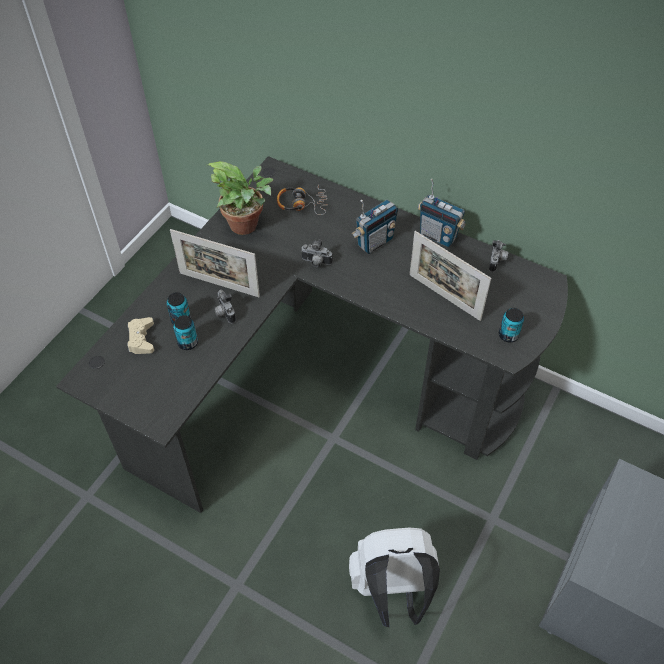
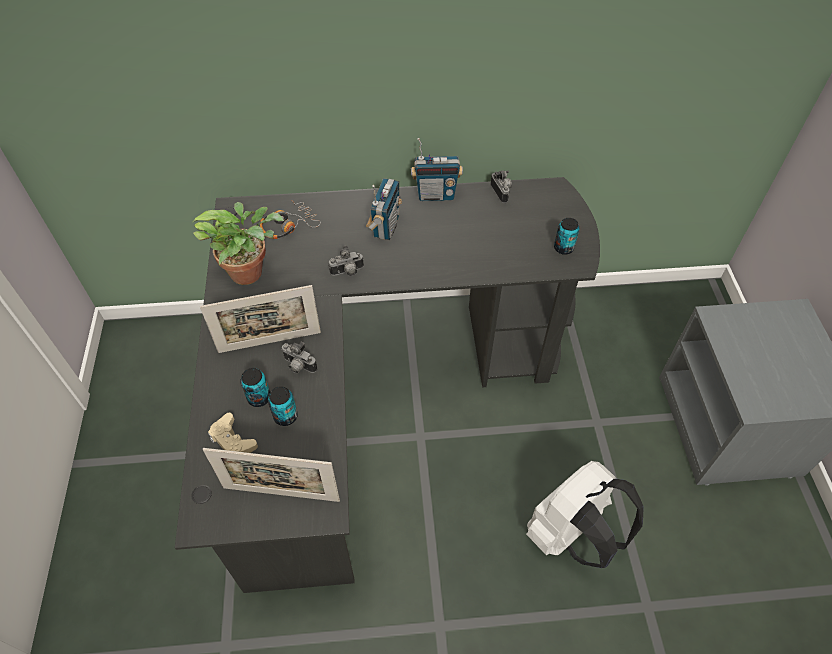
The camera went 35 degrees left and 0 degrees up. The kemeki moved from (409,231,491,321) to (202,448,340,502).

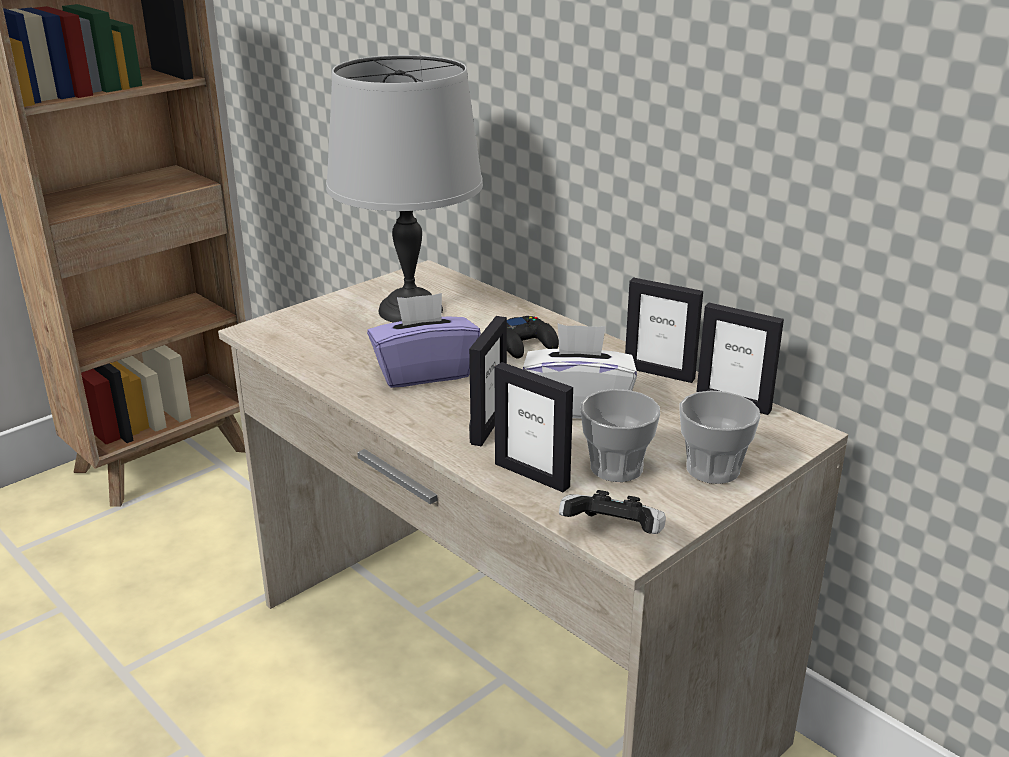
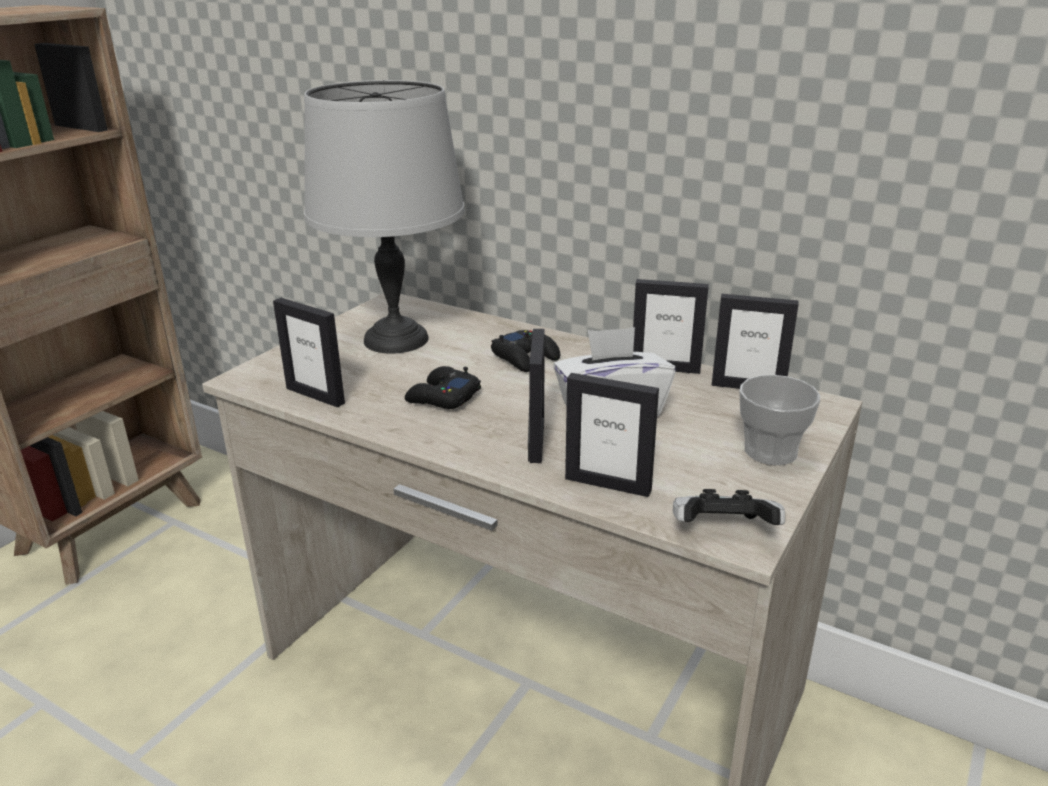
The camera went 15 degrees left and 0 degrees up. The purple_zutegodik at (367,293,481,388) was replaced by the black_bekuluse at (405,366,481,409). The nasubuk at (581,389,660,482) disappeared. The kemeki at (273,298,345,408) appeared.

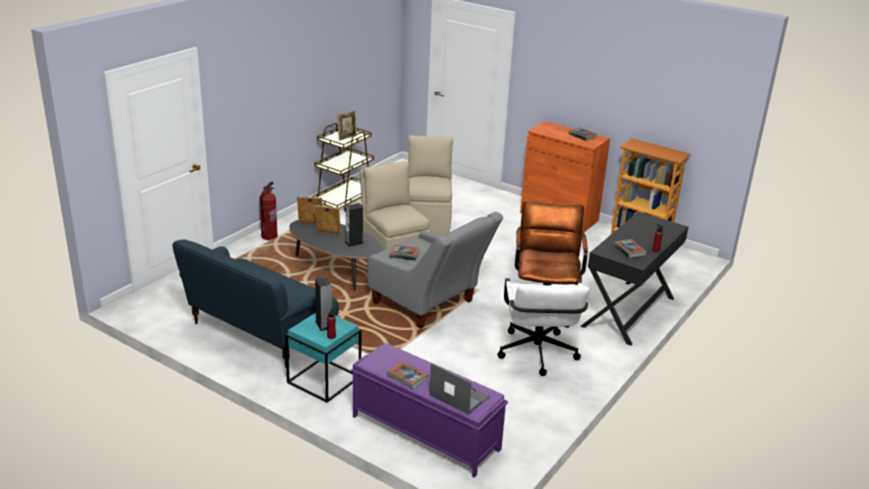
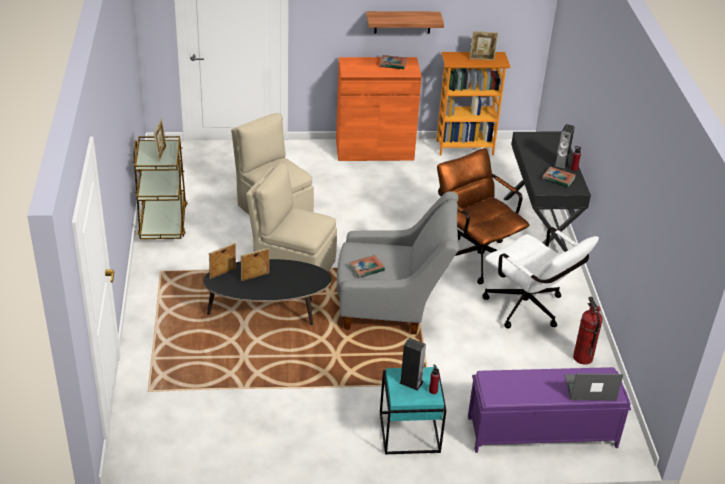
The camera went 40 degrees left and 10 degrees up. The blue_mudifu at (172,240,339,368) disappeared. The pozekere moved from (259,181,277,240) to (573,296,603,365). The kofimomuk moved from (345,203,364,247) to (554,124,575,171). The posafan at (387,361,428,389) disappeared. The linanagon at (366,11,444,34) appeared. The kemeki at (470,31,498,60) appeared.

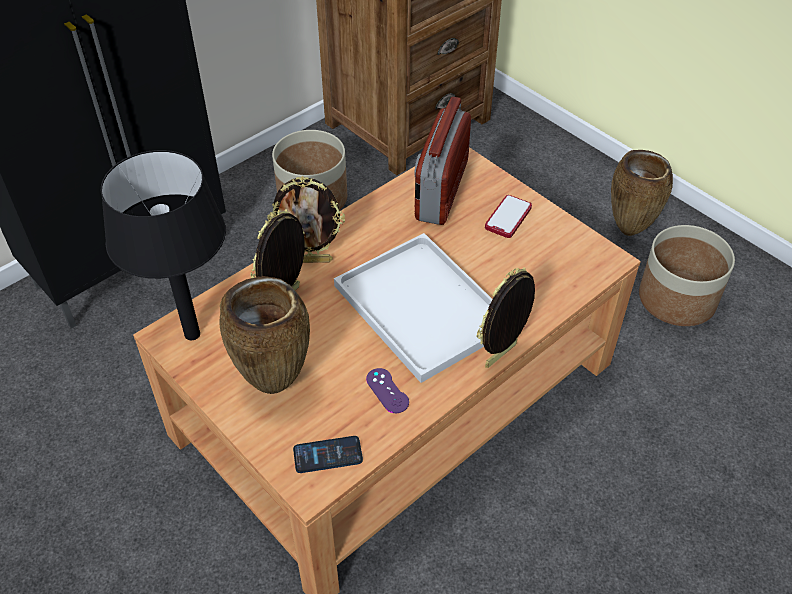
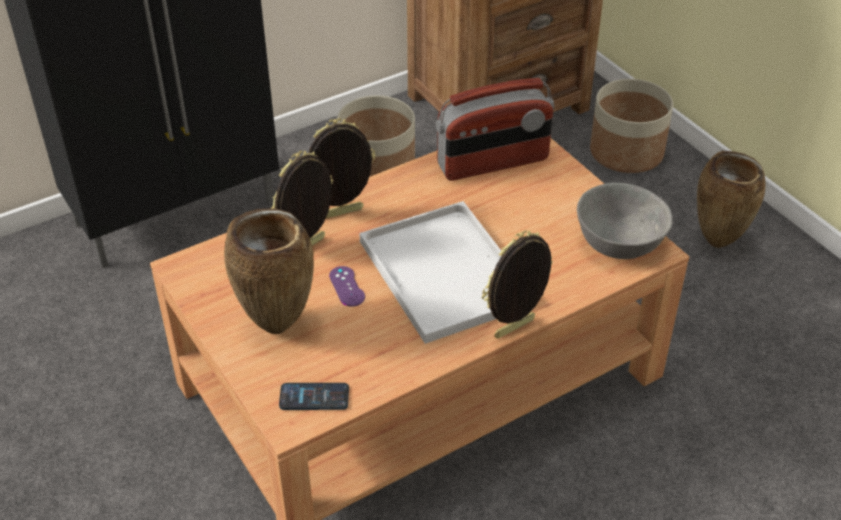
The camera went 10 degrees right and 5 degrees down. The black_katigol at (101,150,226,340) disappeared. The kemeki at (268,176,345,263) turned 150 degrees clockwise. The purple_bekuluse moved from (366,368,409,413) to (329,266,365,307). The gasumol at (415,97,471,225) turned 135 degrees counterclockwise. The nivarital at (485,195,532,238) disappeared. The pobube moved from (639,225,735,326) to (590,79,673,173). The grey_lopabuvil at (577,183,673,259) appeared.

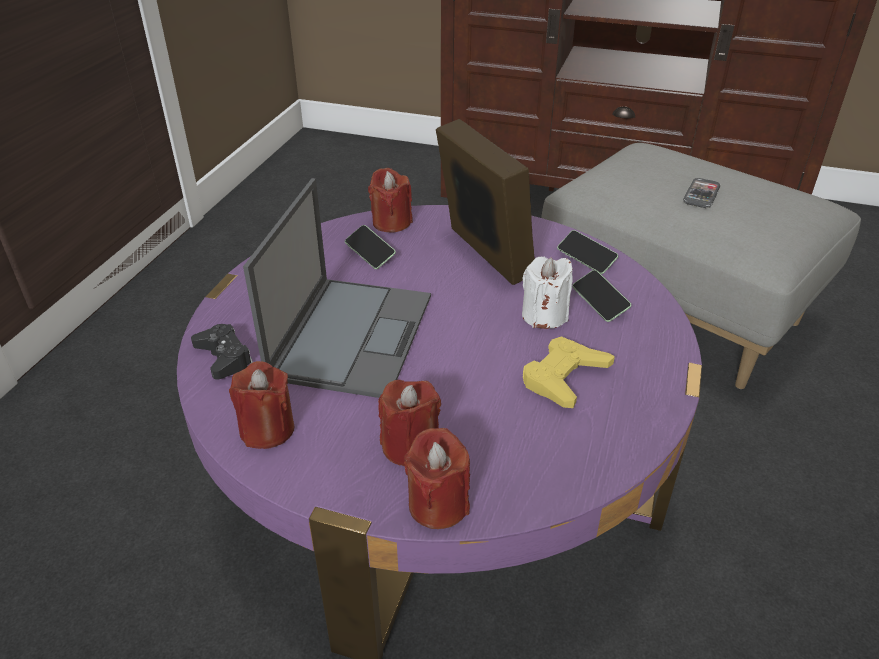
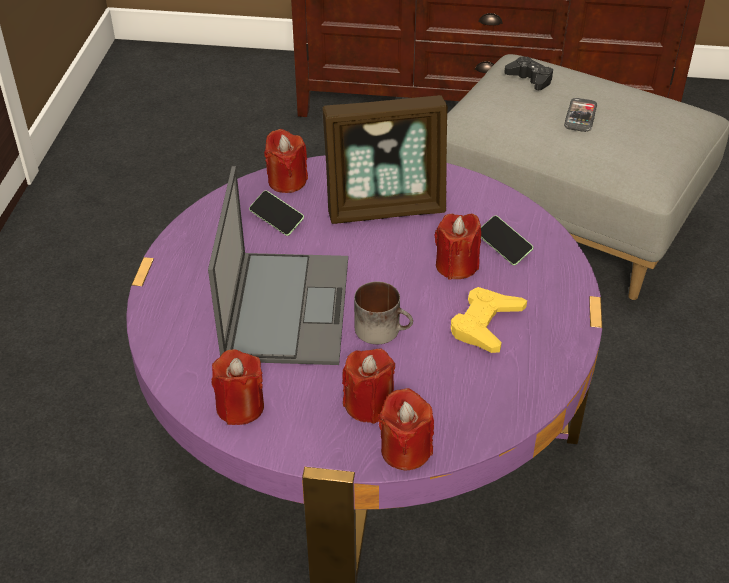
The camera went 10 degrees left and 5 degrees up. The black_bekuluse moved from (191,324,253,380) to (504,56,553,90). The kemeki at (436,119,535,285) turned 120 degrees clockwise. The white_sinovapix at (522,257,572,329) became the red_sinovapix at (434,213,481,280). The nivarital at (557,230,618,274) disappeared. The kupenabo at (354,281,413,344) appeared.

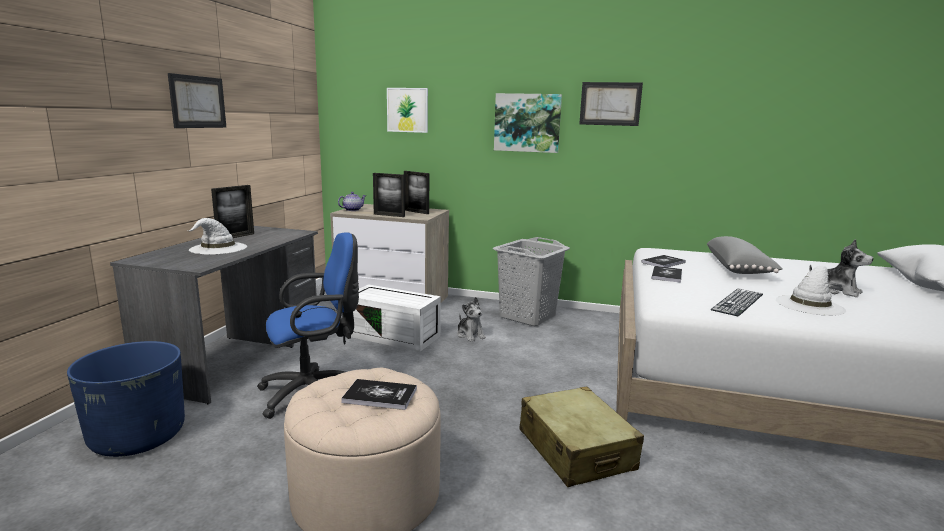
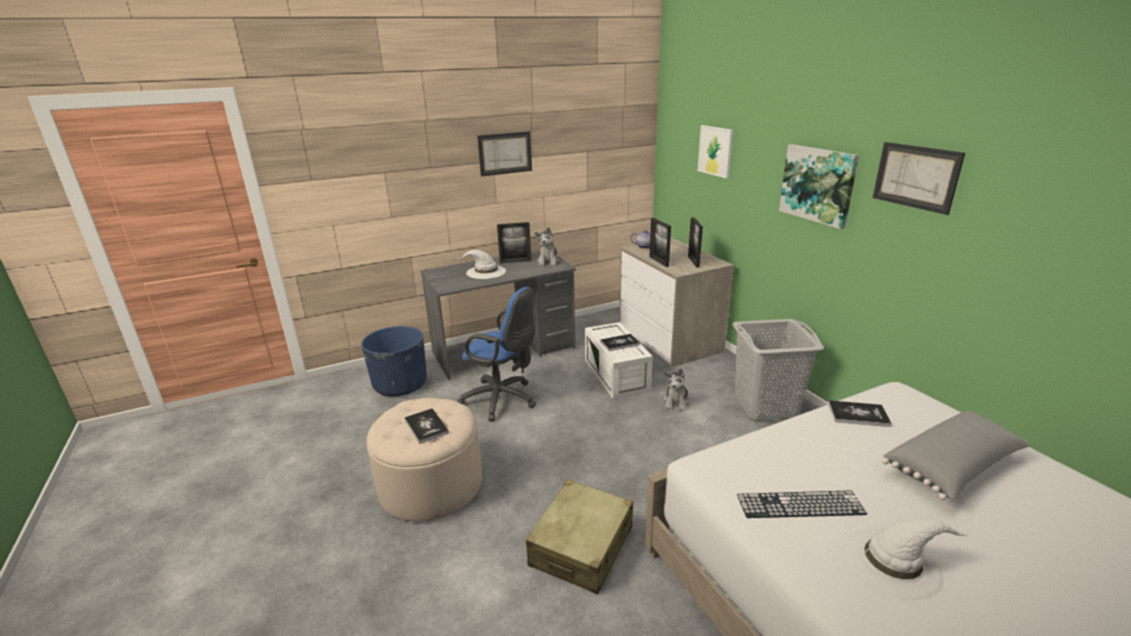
The camera went 50 degrees right and 10 degrees up. The posafan moved from (652,266,682,283) to (600,334,640,351). The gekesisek moved from (809,239,873,297) to (535,227,560,266).

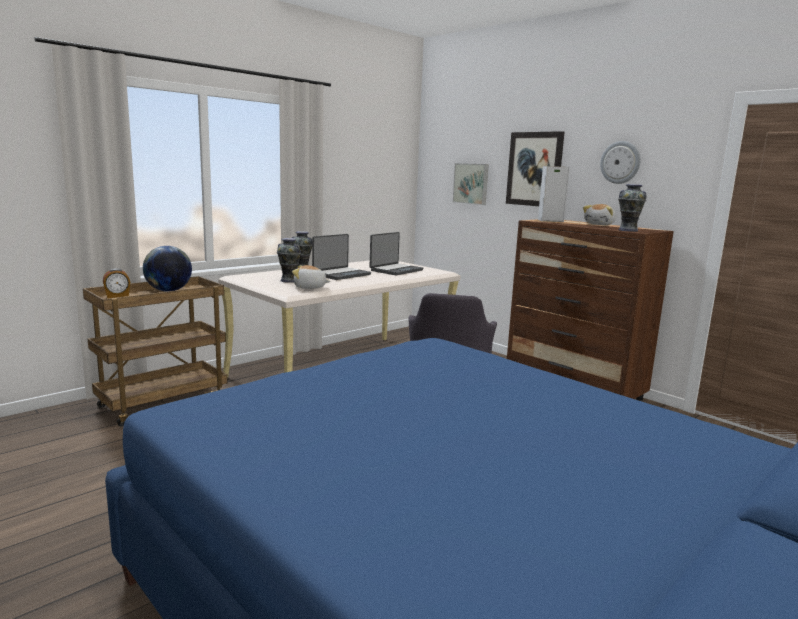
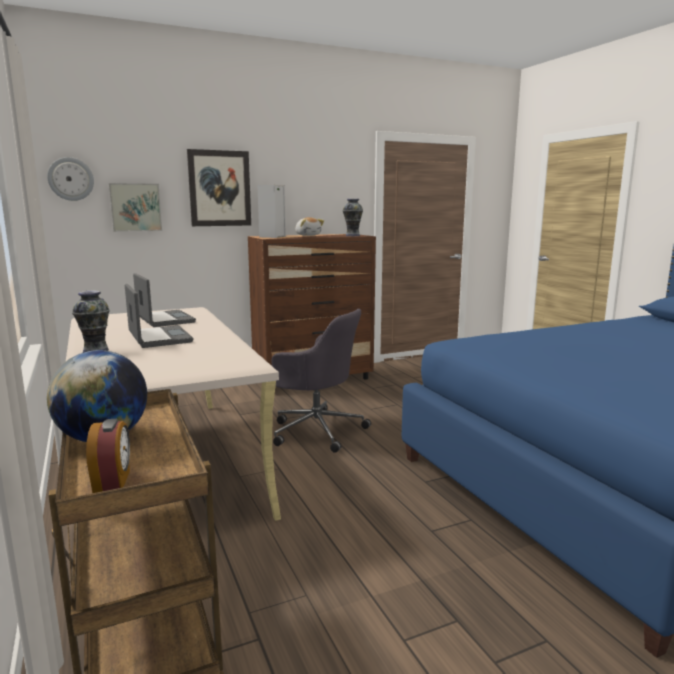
The camera went 70 degrees left and 0 degrees up. The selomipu at (277,238,301,283) disappeared. The gekesisek at (292,265,331,289) disappeared. The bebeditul moved from (600,141,641,184) to (47,157,94,201).

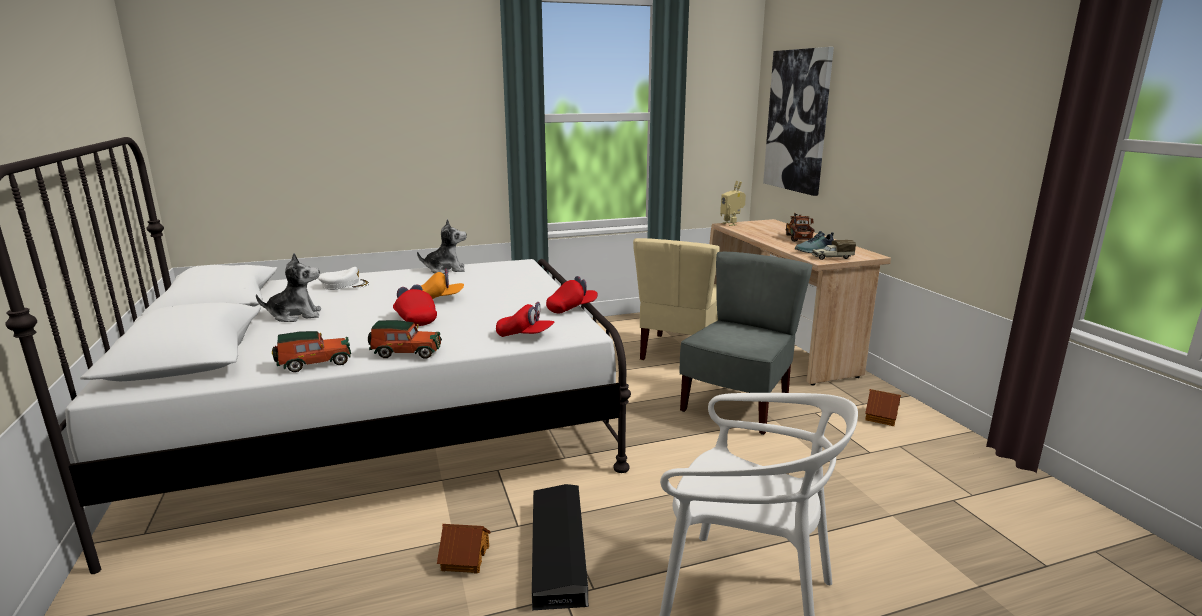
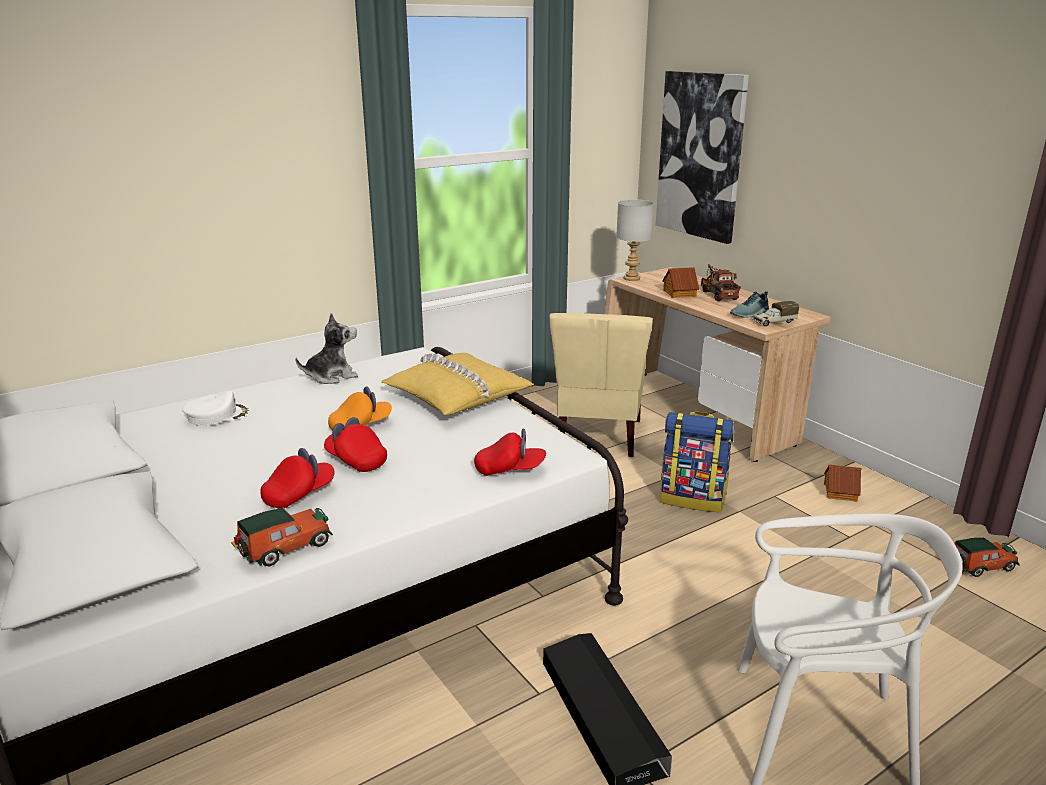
The camera went 15 degrees left and 5 degrees up. The gekesisek at (256,253,321,322) disappeared. The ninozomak moved from (368,320,442,359) to (954,537,1020,577). The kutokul moved from (437,524,491,574) to (662,267,699,298). The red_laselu moved from (546,276,598,314) to (260,448,334,508). The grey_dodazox at (680,252,812,435) was replaced by the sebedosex at (660,411,734,512). The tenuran at (720,181,746,226) was replaced by the grey_katigol at (616,199,654,281). The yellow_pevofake at (381,353,534,415) appeared.

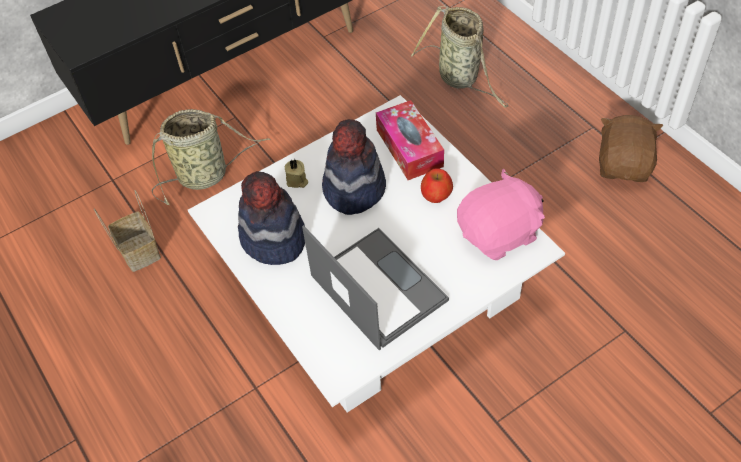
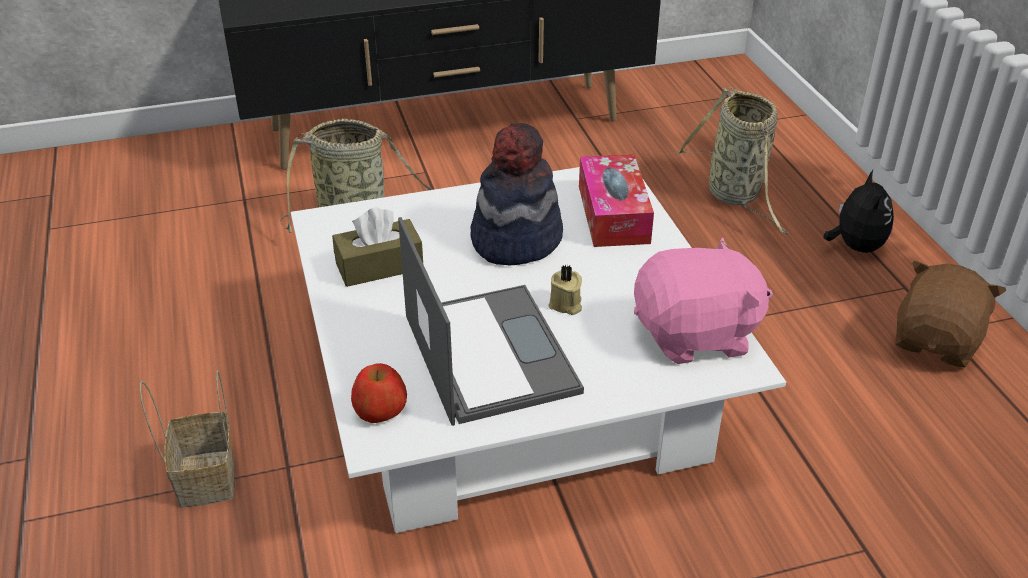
The camera went 15 degrees right and 15 degrees down. The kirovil moved from (94,190,161,272) to (140,370,235,508). The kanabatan at (238,171,305,265) was replaced by the brown_zutegodik at (332,207,423,287). The beige_sinovapix moved from (285,159,308,188) to (549,265,582,315). The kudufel moved from (421,168,453,203) to (351,363,407,423). The gekesisek at (823,170,894,253) appeared.

